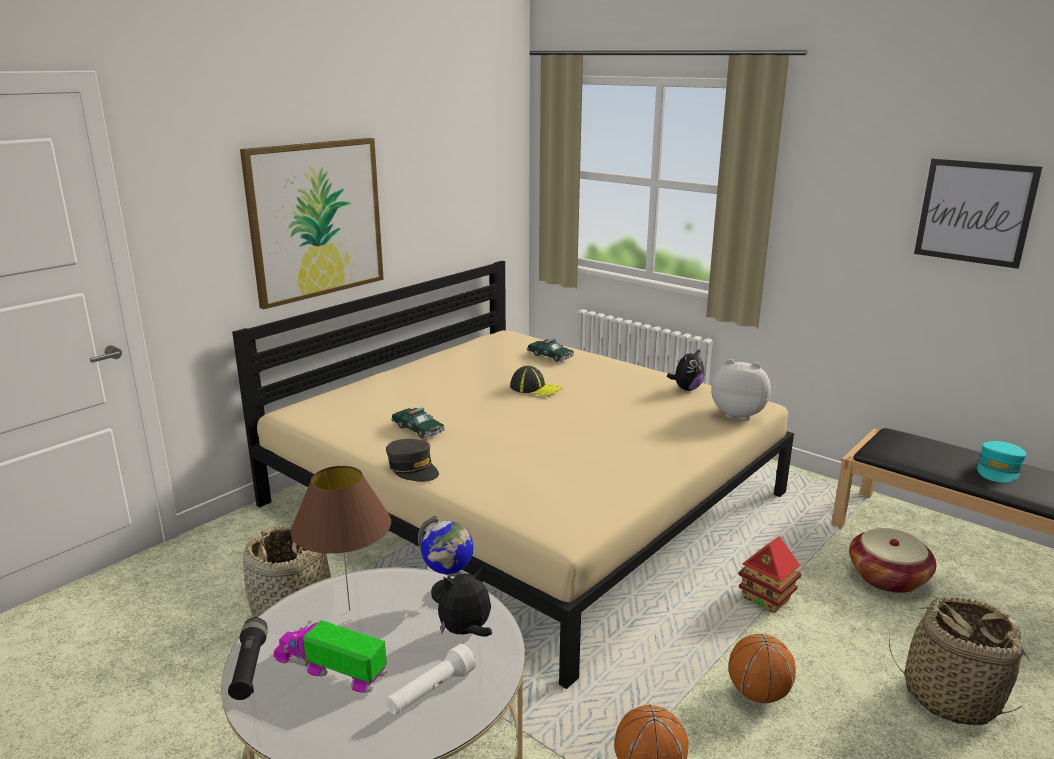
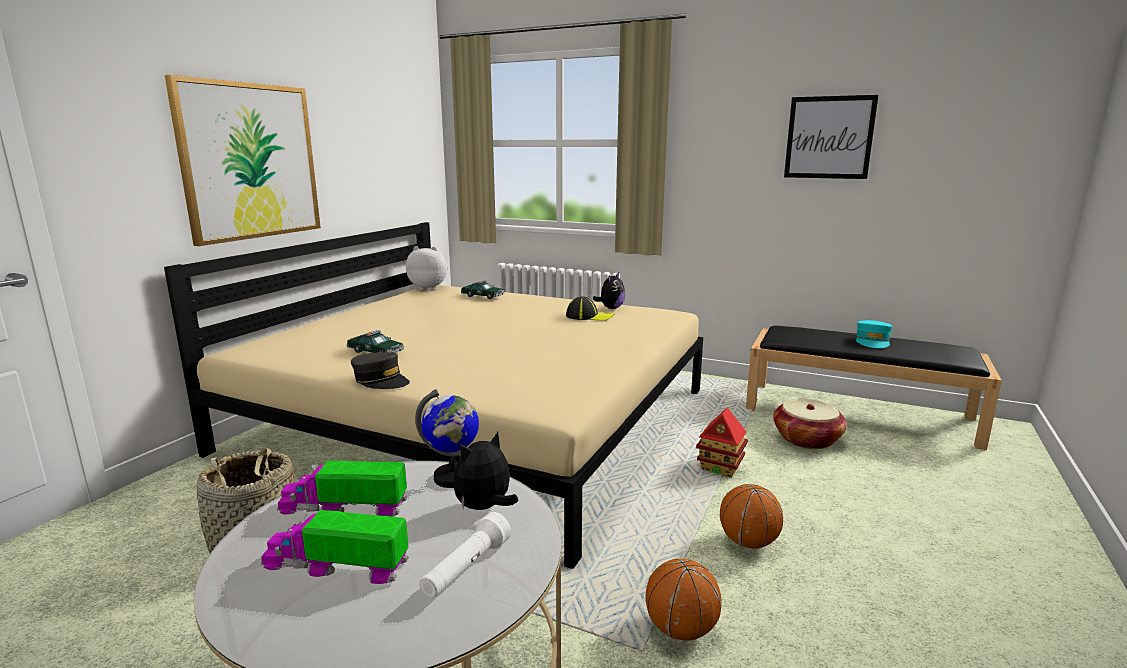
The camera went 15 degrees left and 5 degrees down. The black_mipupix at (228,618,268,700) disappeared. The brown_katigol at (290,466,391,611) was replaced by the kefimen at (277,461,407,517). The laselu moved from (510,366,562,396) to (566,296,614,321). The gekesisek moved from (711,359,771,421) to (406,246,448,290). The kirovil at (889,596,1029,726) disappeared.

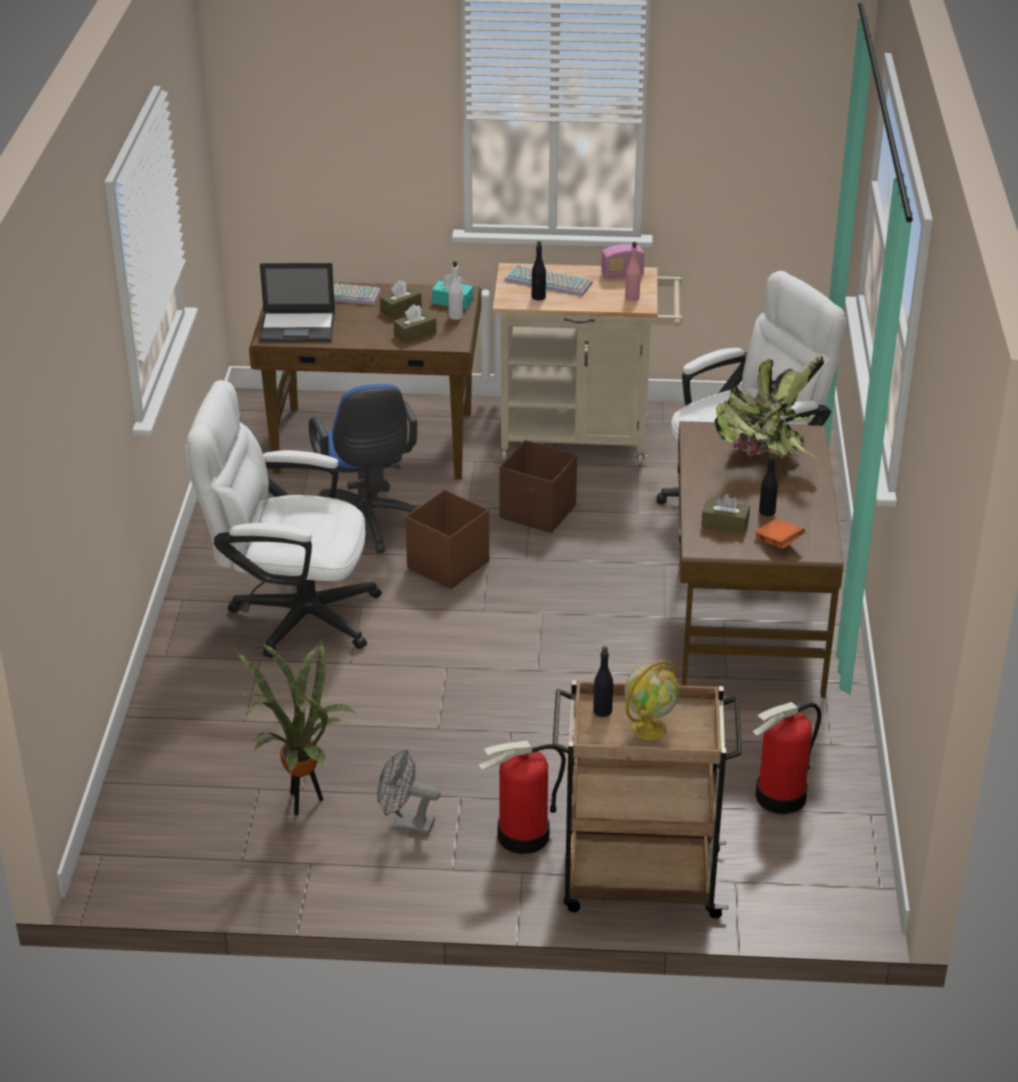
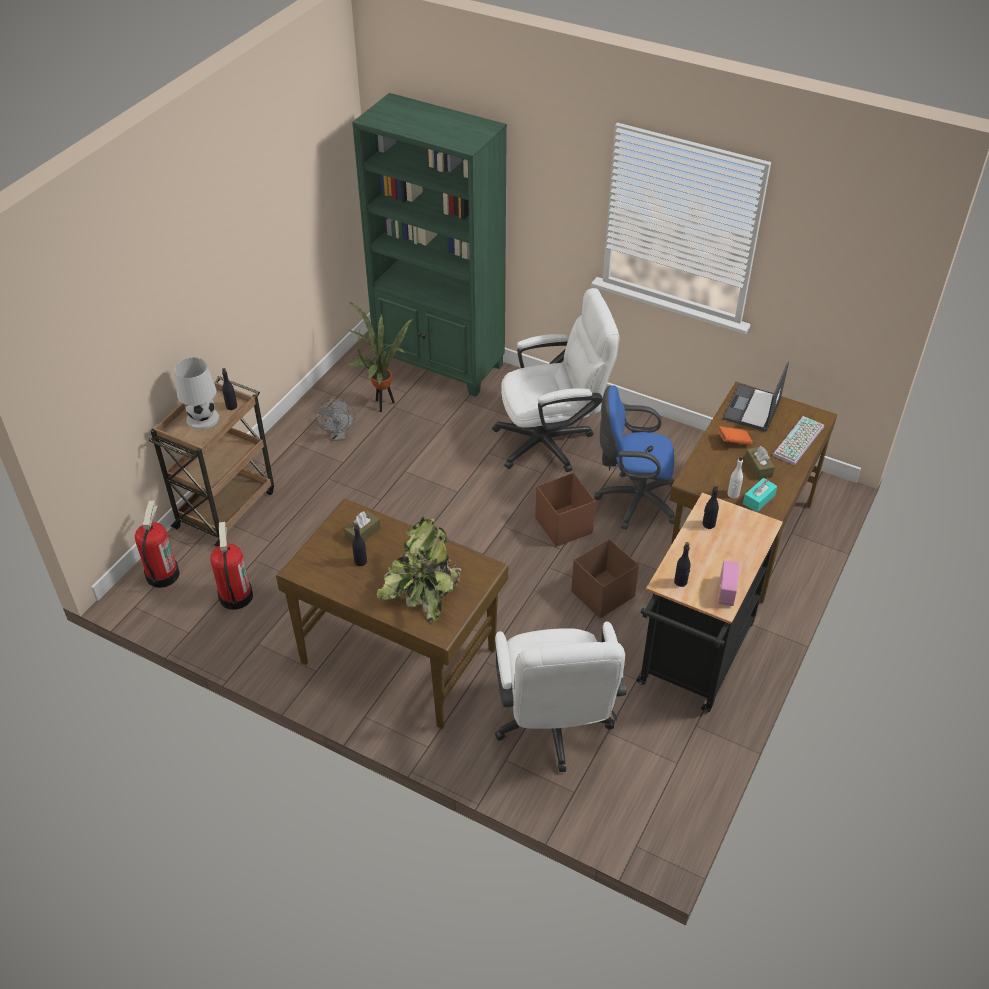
The camera went 115 degrees right and 10 degrees up. The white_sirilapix at (186,380,382,658) turned 45 degrees clockwise. The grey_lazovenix at (377,749,441,835) turned 135 degrees clockwise. The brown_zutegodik at (394,304,436,343) disappeared. The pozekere moved from (479,740,566,854) to (135,501,180,588). The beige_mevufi at (493,263,683,464) became the black_mevufi at (636,493,783,713). The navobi at (505,265,593,296) disappeared. The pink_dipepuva at (625,242,641,301) became the black_dipepuva at (674,542,691,587). The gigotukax at (625,660,679,740) was replaced by the white_katigol at (174,358,219,430). The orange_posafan moved from (754,519,805,548) to (718,426,752,445). The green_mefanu at (352,93,507,397) appeared.

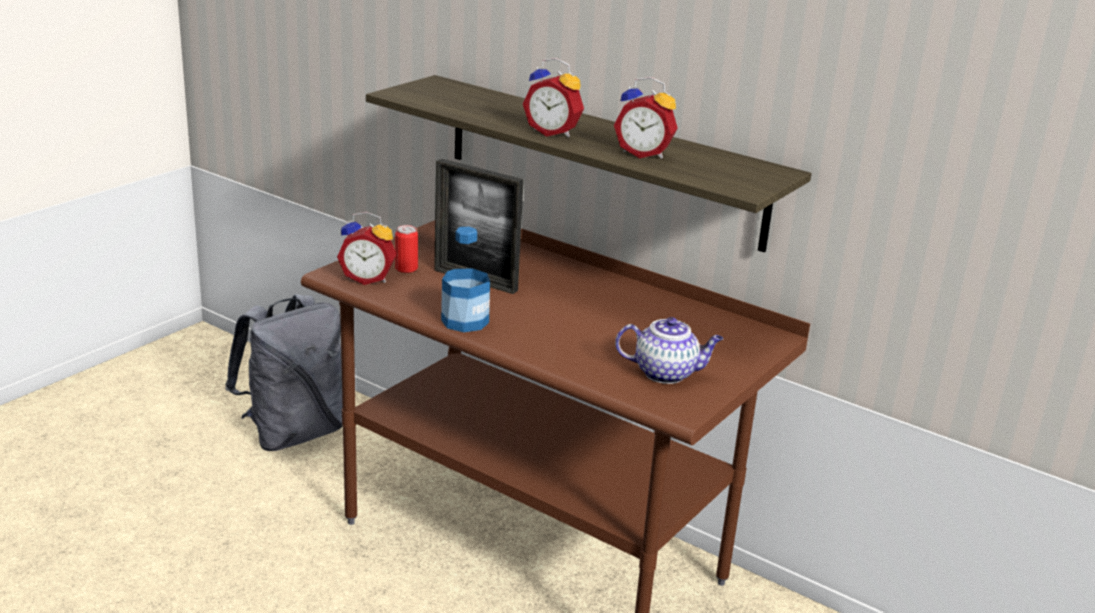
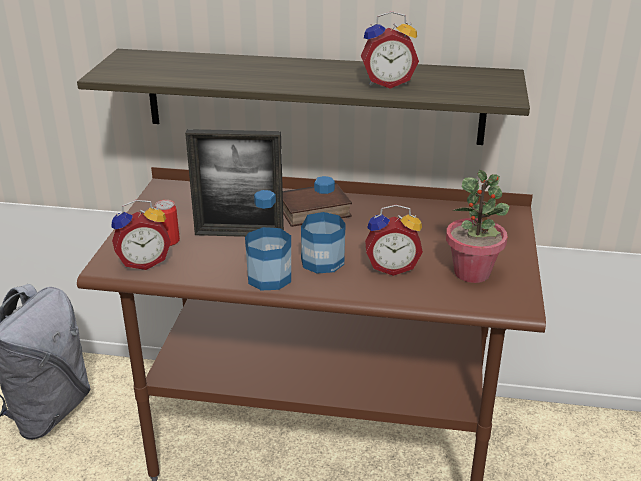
The camera went 25 degrees left and 5 degrees up. The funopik moved from (523,58,584,137) to (365,205,423,276). The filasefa at (615,317,723,384) was replaced by the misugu at (446,170,509,283). The posafan at (283,183,352,227) appeared. The dipepuva at (301,176,346,274) appeared.

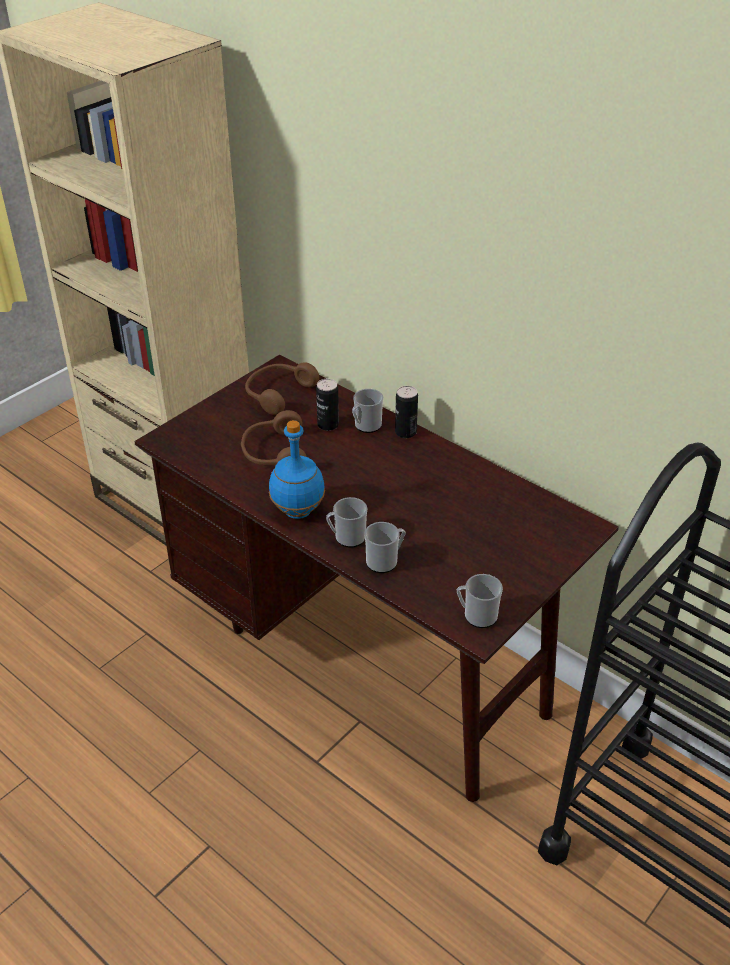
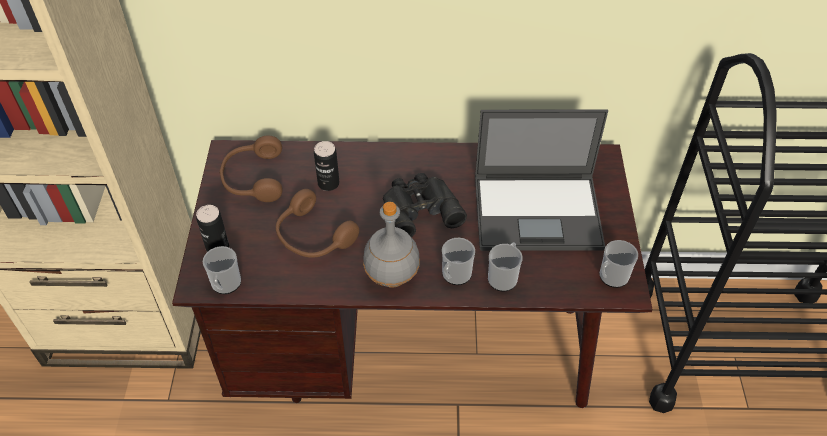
The camera went 40 degrees left and 10 degrees up. The blue_dipepuva at (269,420,325,519) became the grey_dipepuva at (363,202,420,287). The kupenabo moved from (352,389,383,433) to (203,246,241,294). The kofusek moved from (395,386,418,438) to (196,205,229,252). The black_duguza at (383,173,467,237) appeared. The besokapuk at (475,109,608,251) appeared.

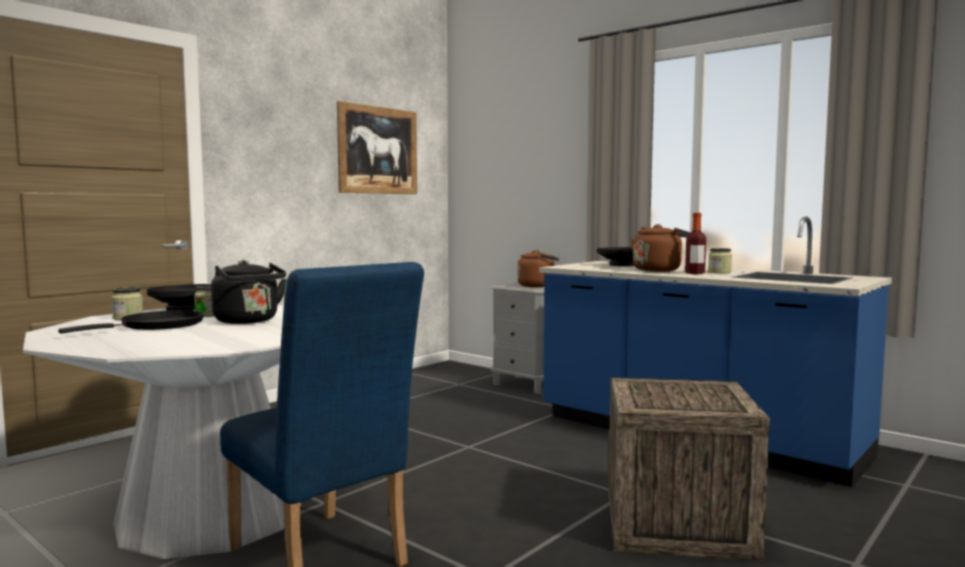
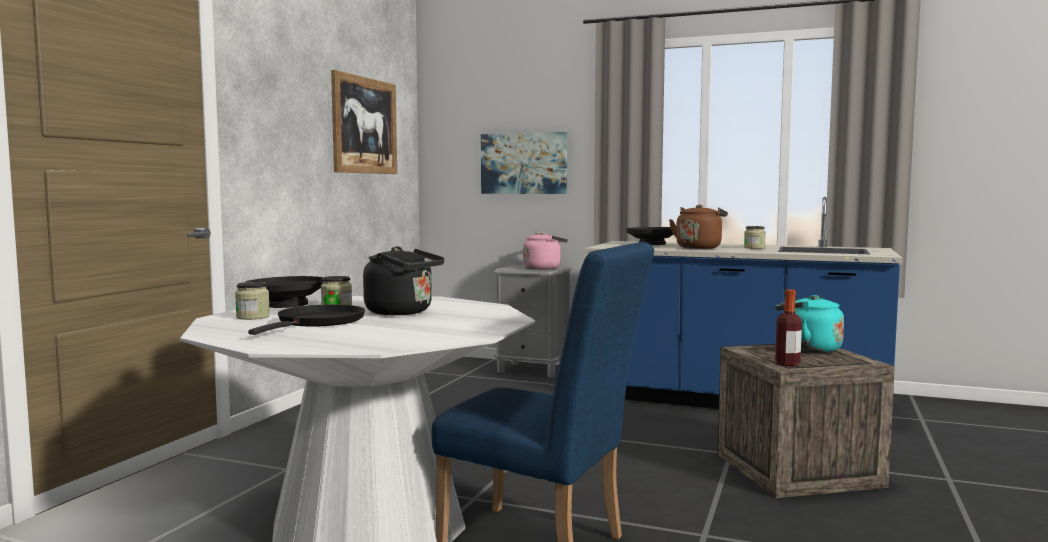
The camera went 20 degrees left and 0 degrees up. The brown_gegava at (517,250,559,287) became the pink_gegava at (523,232,568,270). The dipepuva moved from (685,213,706,274) to (775,289,802,366). The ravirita at (481,132,567,194) appeared. The turquoise_gegava at (775,295,844,353) appeared.

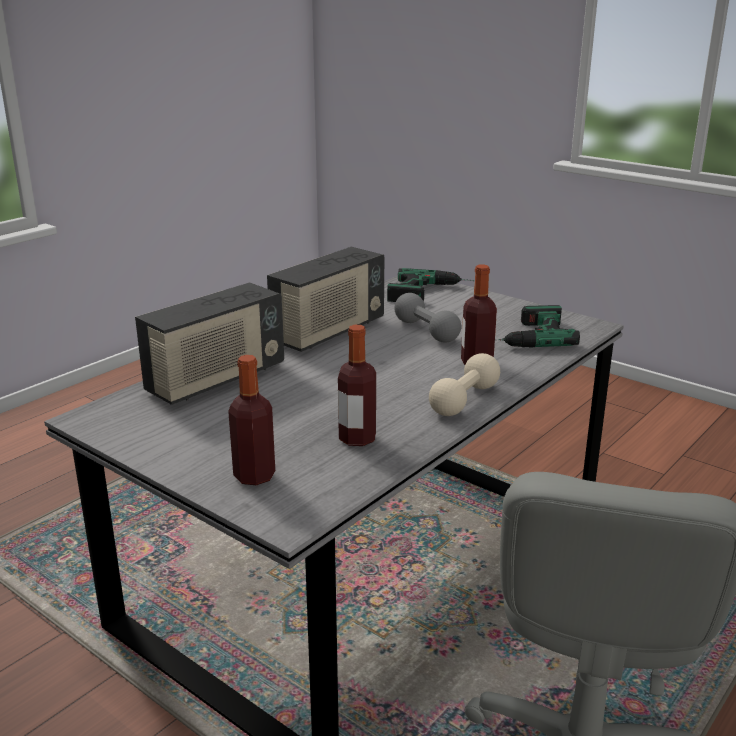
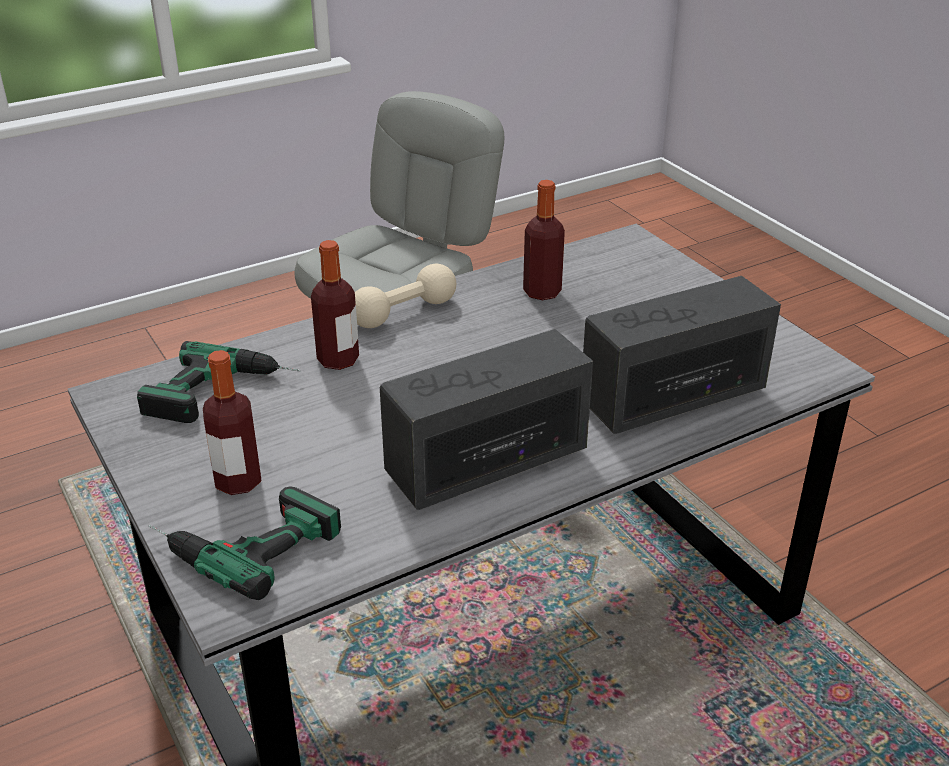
The camera went 160 degrees left and 10 degrees up. The dipepuva moved from (228,355,275,485) to (203,350,262,495). The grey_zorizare at (394,293,461,343) disappeared.

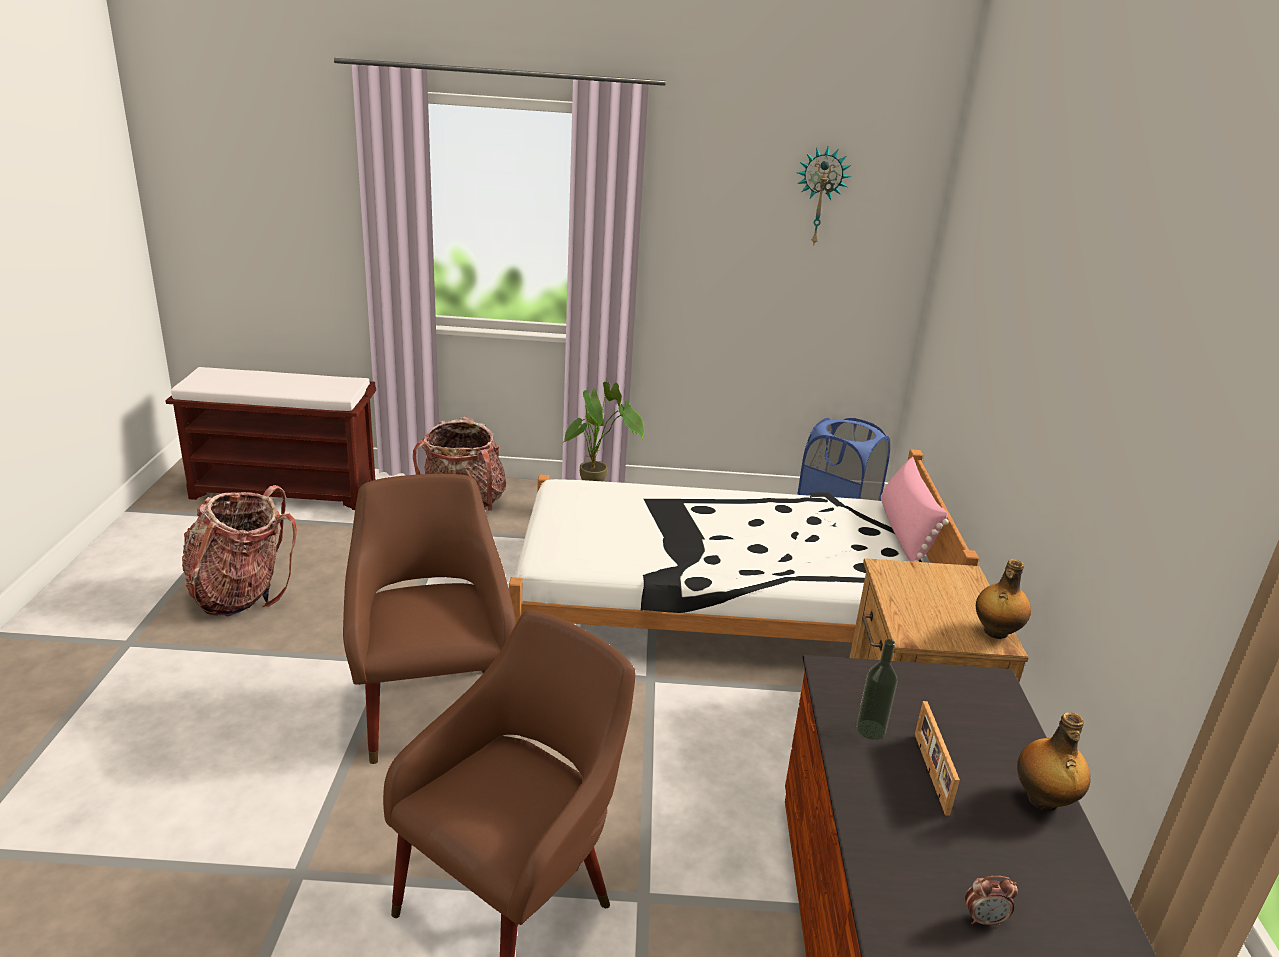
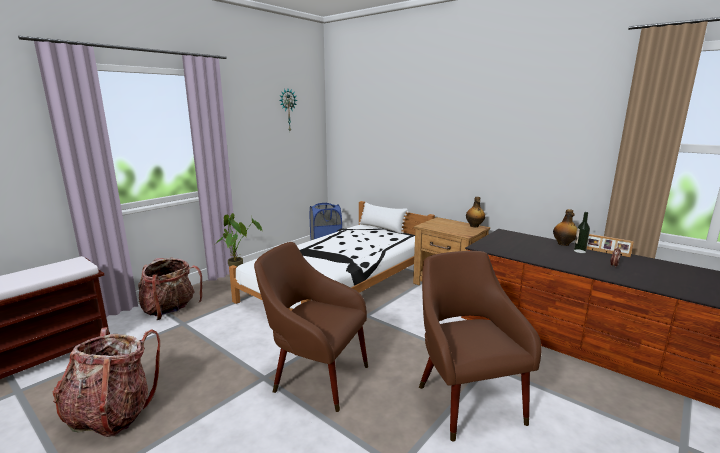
The camera went 50 degrees left and 10 degrees down. The dipepuva moved from (856,639,897,740) to (574,212,590,253). The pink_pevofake at (881,457,949,562) became the white_pevofake at (359,202,409,234). The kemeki moved from (915,701,960,816) to (587,234,634,257).

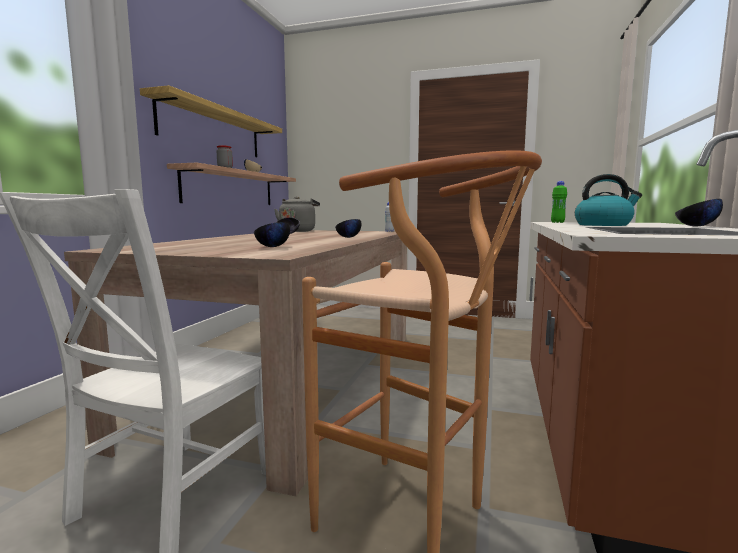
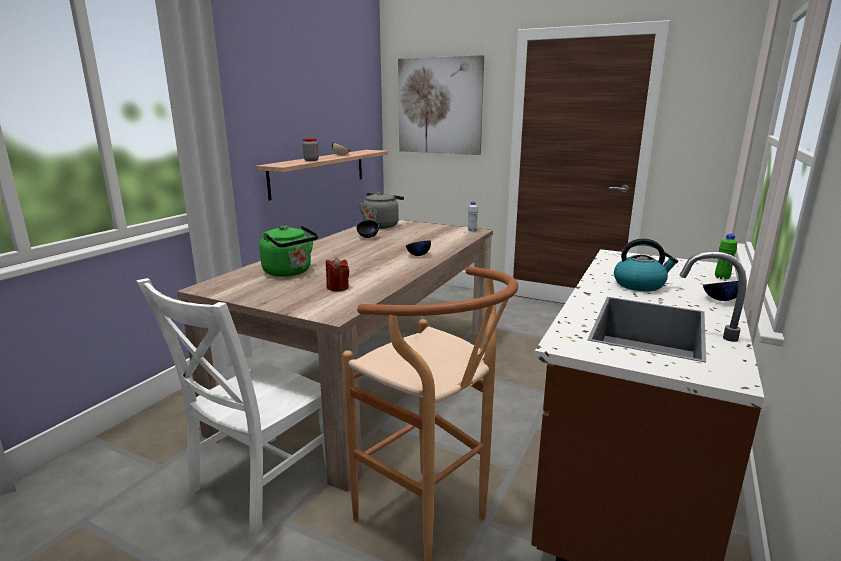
The camera went 10 degrees right and 10 degrees up. The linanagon at (140,85,282,157) disappeared. The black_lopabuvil at (254,222,290,247) was replaced by the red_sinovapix at (326,257,349,291). The green_dipepuva moved from (551,181,567,223) to (715,234,737,280). The green_gegava at (259,225,318,277) appeared. The ravirita at (398,55,484,155) appeared.

